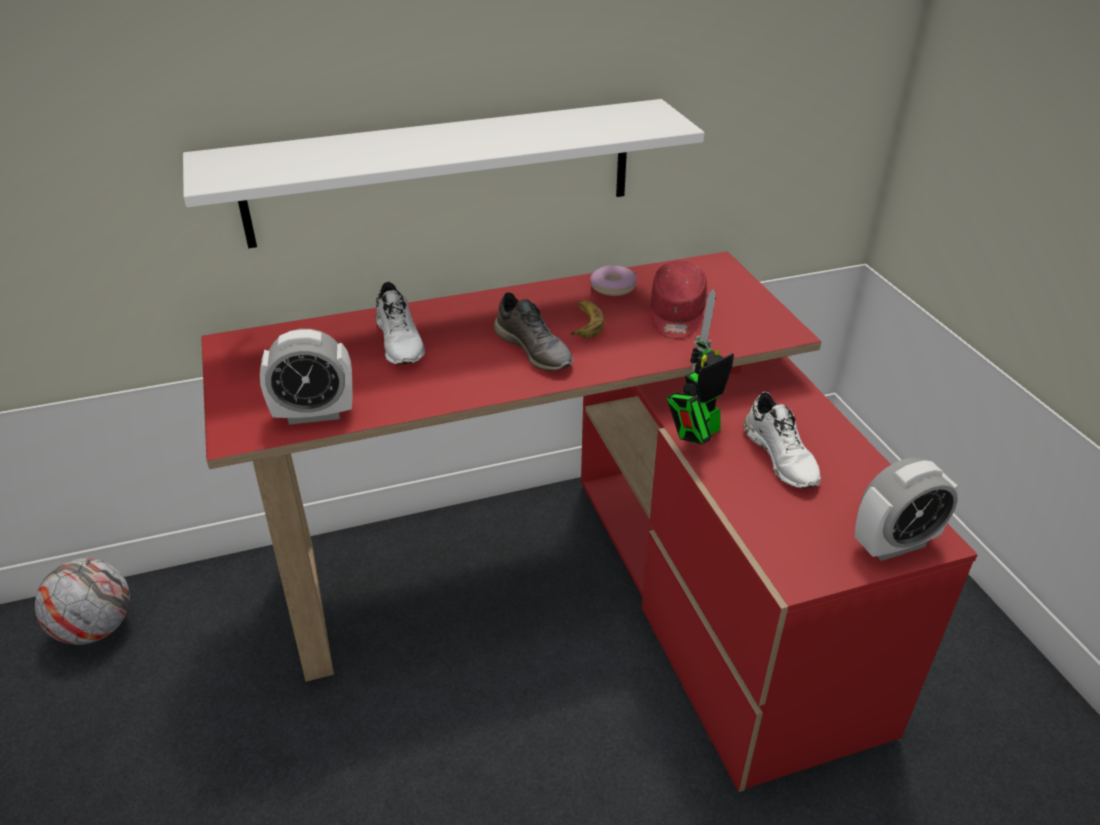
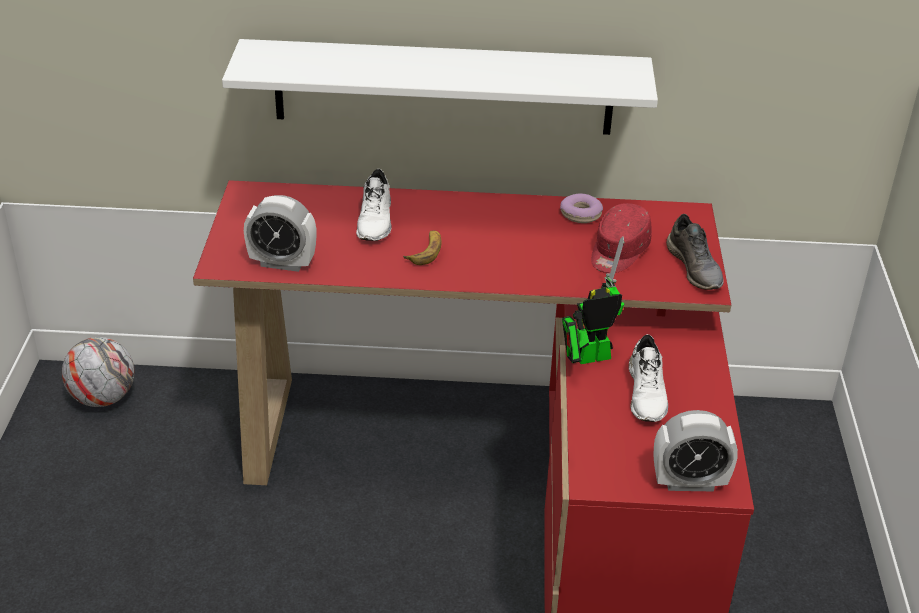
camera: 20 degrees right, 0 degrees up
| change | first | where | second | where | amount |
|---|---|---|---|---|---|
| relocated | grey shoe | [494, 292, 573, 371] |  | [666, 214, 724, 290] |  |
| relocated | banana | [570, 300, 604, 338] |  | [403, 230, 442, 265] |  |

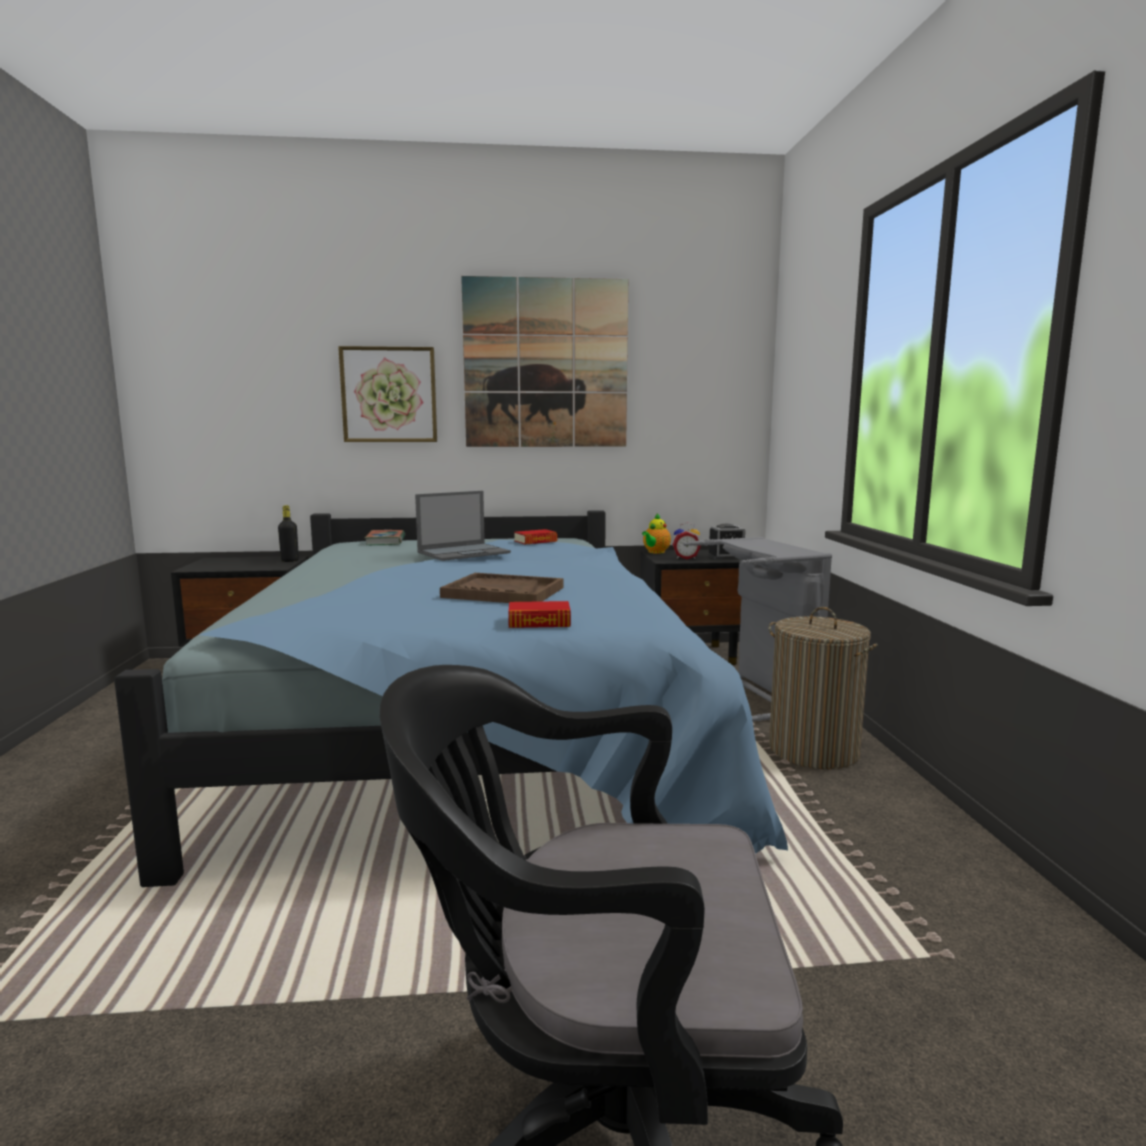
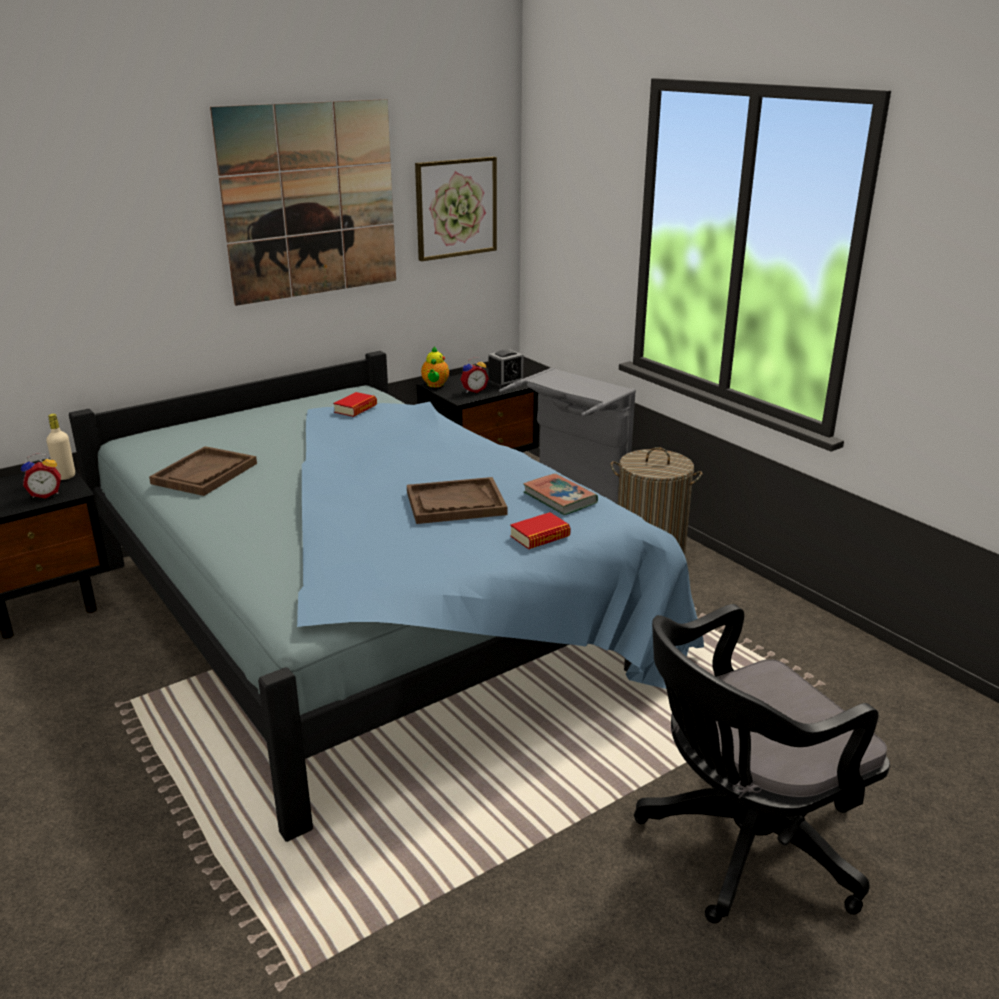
camera: 30 degrees left, 15 degrees up
| change | first | where | second | where | amount |
|---|---|---|---|---|---|
| relocated | picture | [338, 346, 437, 442] |  | [415, 156, 497, 261] |  |
| missing | laptop | [415, 491, 511, 561] |  |  |  |
| colour | black bottle | [278, 505, 299, 562] | beige bottle | [46, 414, 75, 480] |  |
| relocated | book | [365, 530, 405, 545] |  | [523, 473, 598, 515] |  |
| appeared |  |  | brown tray | [149, 446, 257, 496] |  |
| appeared |  |  | alarm clock | [21, 453, 61, 498] |  |

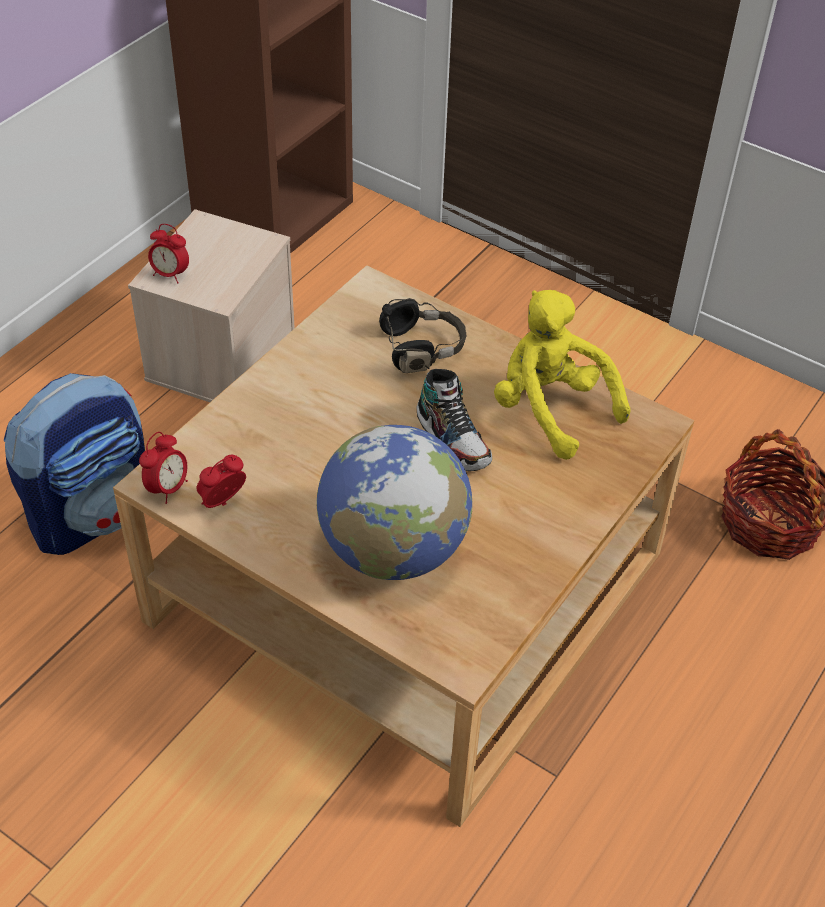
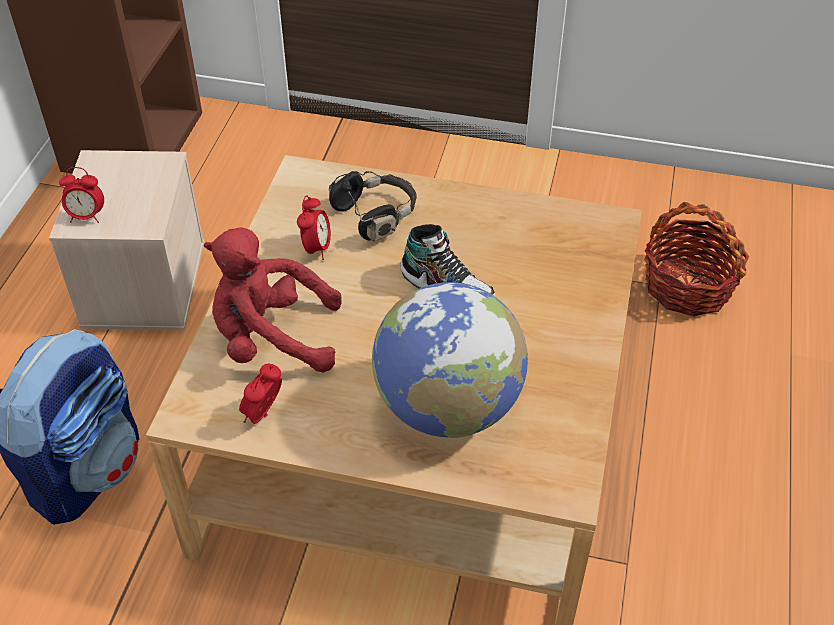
camera: 20 degrees left, 0 degrees up
| change | first | where | second | where | amount |
|---|---|---|---|---|---|
| missing | yellow plush toy | [494, 290, 630, 460] |  |  |  |
| relocated | alarm clock | [139, 432, 188, 504] |  | [297, 195, 331, 260] |  |
| appeared |  |  | red plush toy | [204, 227, 342, 373] |  |

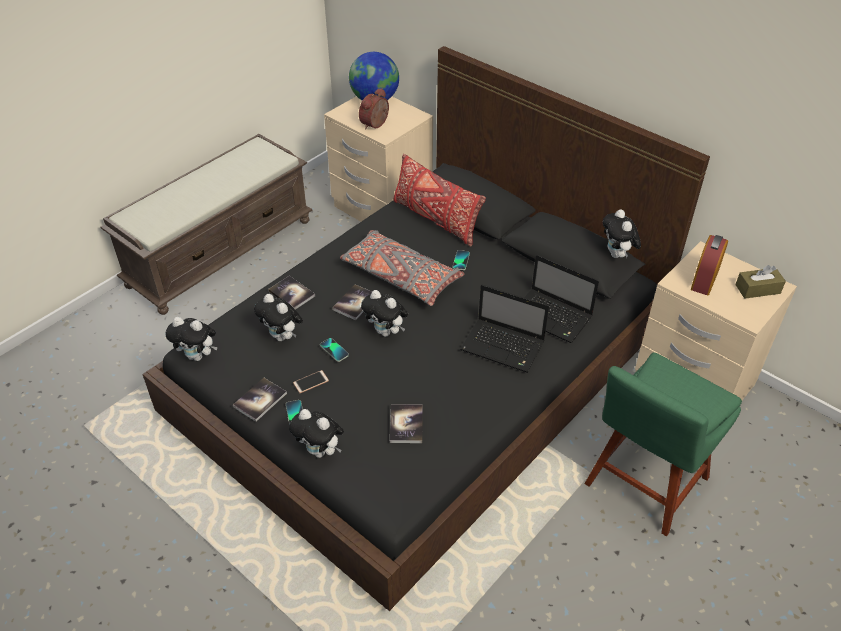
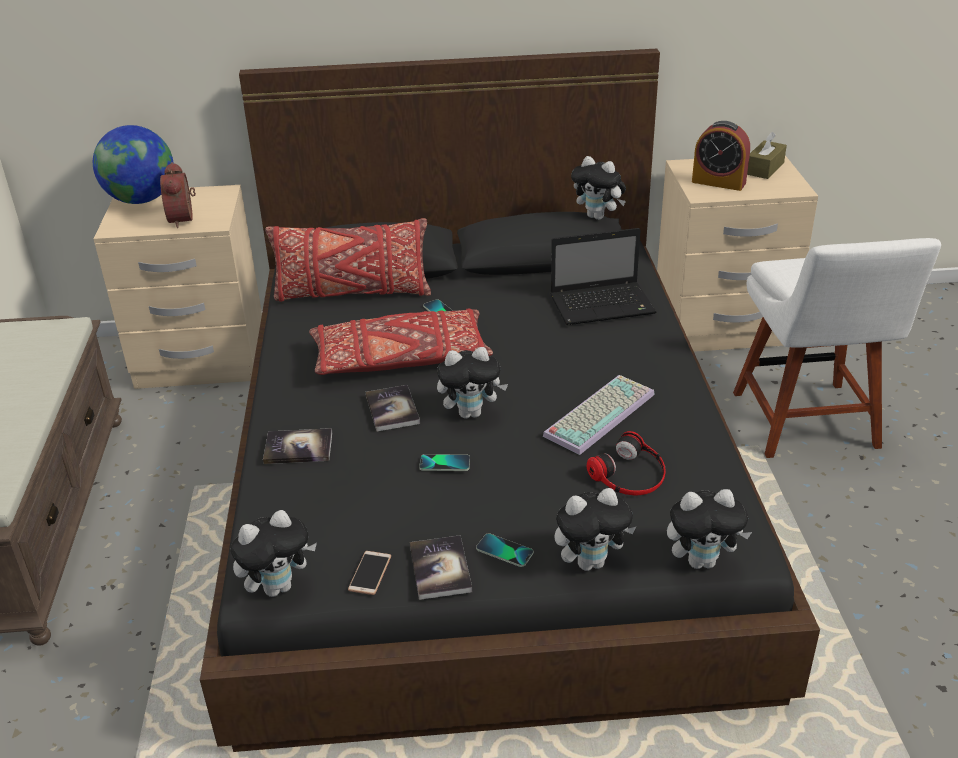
camera: 45 degrees left, 10 degrees down
| change | first | where | second | where | amount |
|---|---|---|---|---|---|
| colour | grey pillow | [340, 230, 465, 306] | red pillow | [309, 309, 493, 375] |  |
| spun | alarm clock | [691, 235, 728, 295] |  | [692, 121, 750, 191] | 45 degrees counterclockwise |
| missing | laptop | [460, 285, 549, 373] |  |  |  |
| relocated | plush toy | [254, 294, 303, 341] |  | [667, 489, 752, 569] |  |
| colour | green chair | [584, 352, 742, 537] | white chair | [733, 238, 941, 458] |  |
| relocated | phone | [293, 370, 329, 393] |  | [348, 551, 391, 595] |  |
| exchanged | book | [390, 404, 423, 443] | headphones | [587, 431, 666, 495] |  |
| appeared |  |  | keyboard | [543, 375, 655, 455] |  |

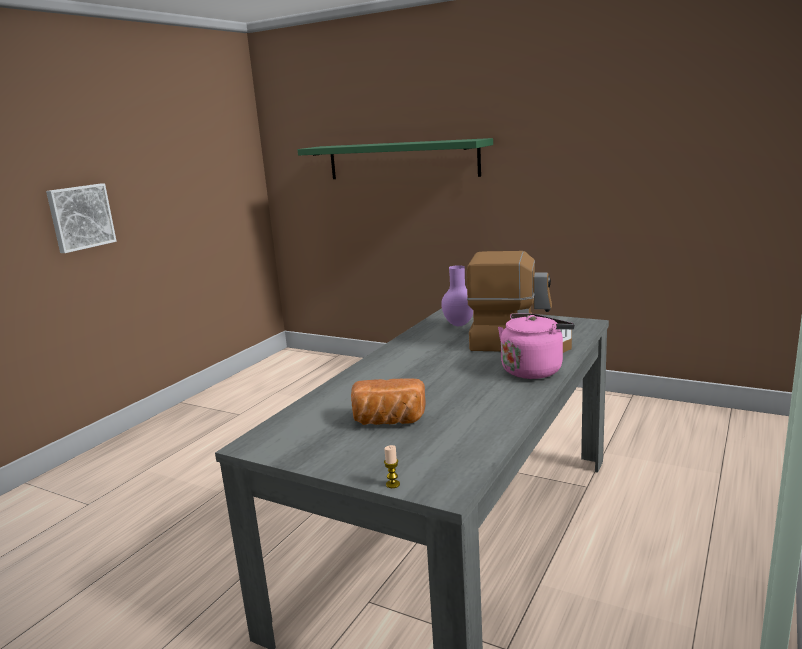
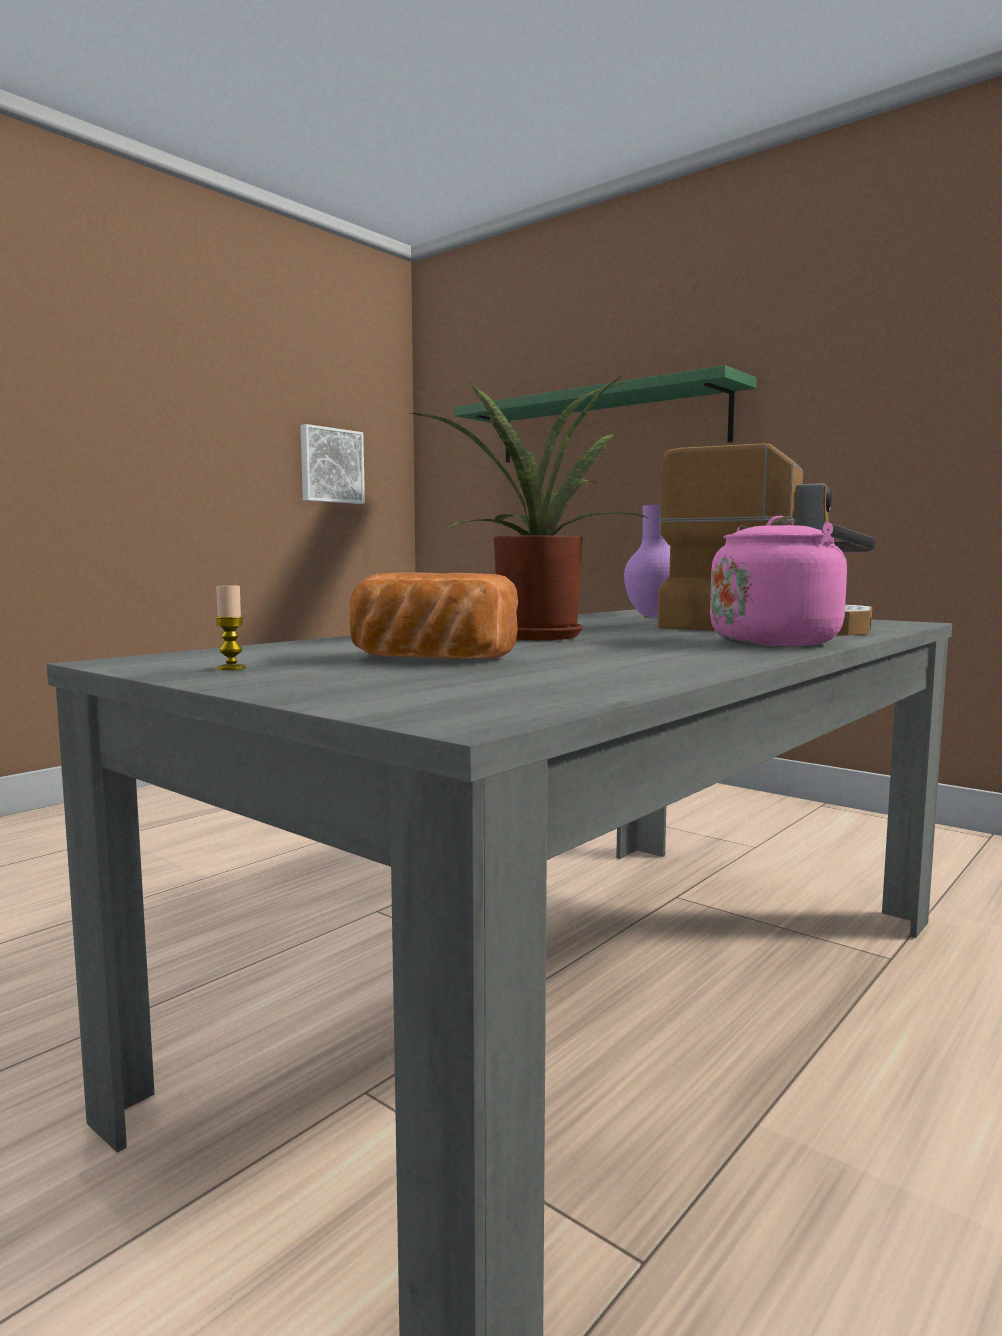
camera: 10 degrees right, 10 degrees down
| change | first | where | second | where | amount |
|---|---|---|---|---|---|
| relocated | picture | [46, 183, 117, 253] |  | [300, 424, 365, 504] |  |
| relocated | candle | [384, 445, 400, 488] |  | [214, 585, 246, 670] |  |
| appeared |  |  | potted plant | [411, 373, 654, 640] |  |

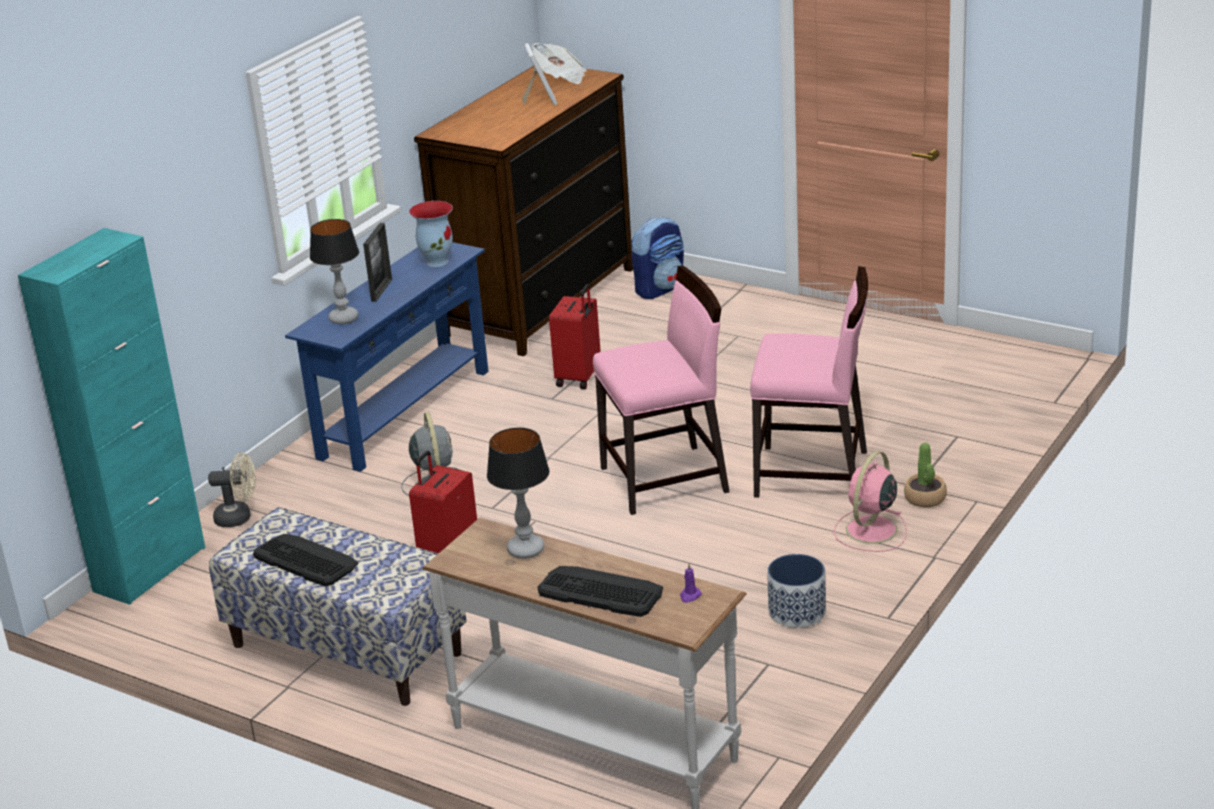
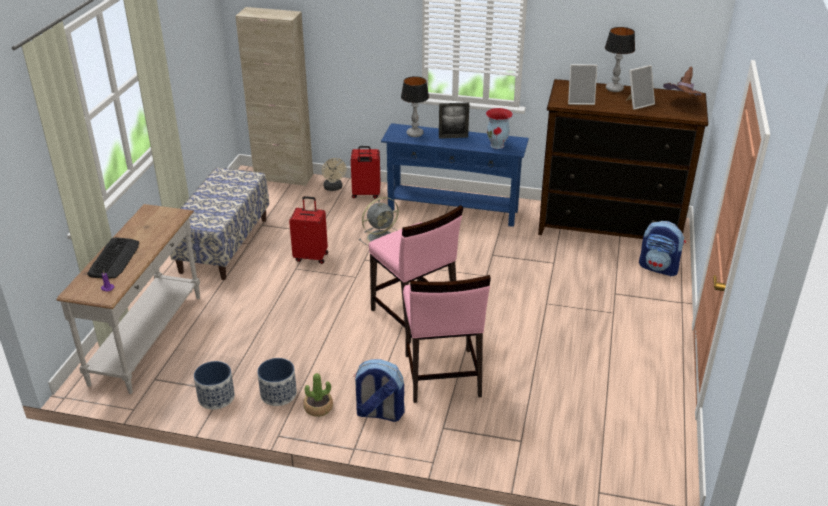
camera: 70 degrees right, 5 degrees up
| change | first | where | second | where | amount |
|---|---|---|---|---|---|
| exchanged | newspaper | [532, 43, 587, 84] | brown hat | [663, 66, 702, 96] |  |
| colour | turquoise cabinet | [18, 228, 205, 605] | beige cabinet | [235, 7, 313, 186] |  |
| relocated | red suitcase | [549, 284, 601, 389] |  | [351, 146, 381, 199] |  |
| relocated | table lamp | [487, 428, 550, 559] |  | [605, 27, 635, 92] |  |
| relocated | potted plant | [904, 442, 947, 507] |  | [303, 373, 333, 417] |  |
| exchanged | pink fan | [833, 451, 907, 552] | backpack | [353, 359, 405, 422] |  |
| missing | keyboard | [253, 534, 358, 586] |  |  |  |
| appeared |  |  | picture frame | [568, 64, 597, 105] |  |
| appeared |  |  | planter | [194, 361, 235, 410] |  |

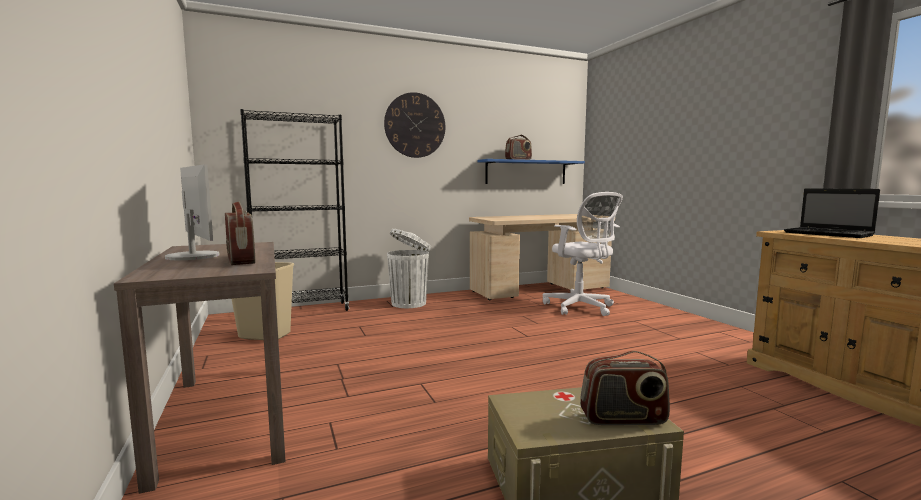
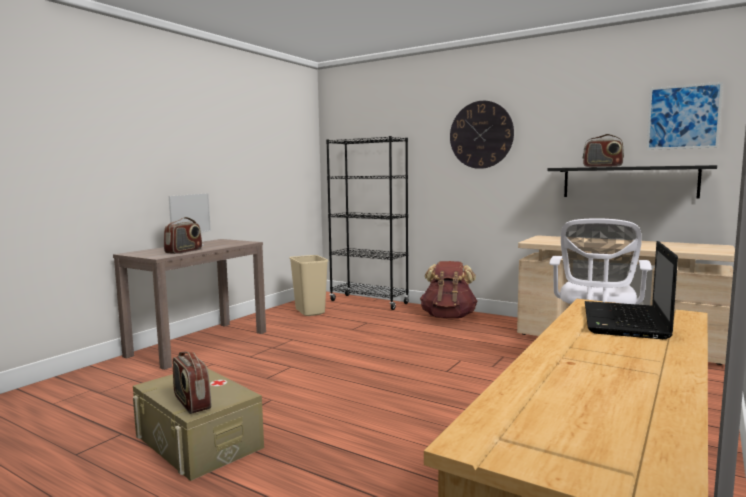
camera: 55 degrees right, 0 degrees up
| change | first | where | second | where | amount |
|---|---|---|---|---|---|
| colour | blue shelf | [478, 159, 585, 184] | black shelf | [547, 165, 717, 199] |  |
| exchanged | white trash can | [387, 229, 431, 308] | brown backpack | [420, 261, 478, 318] |  |
| appeared |  |  | picture | [646, 82, 723, 150] |  |

